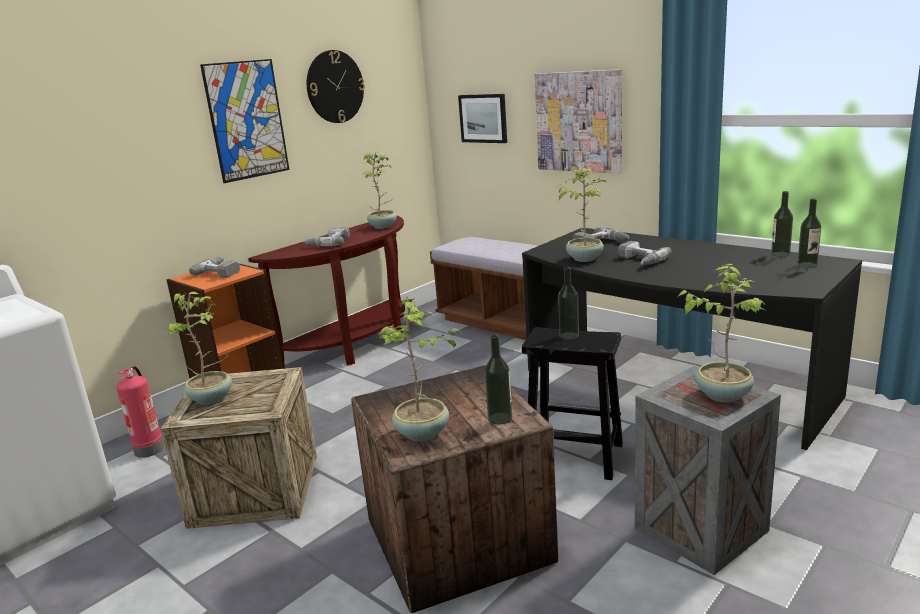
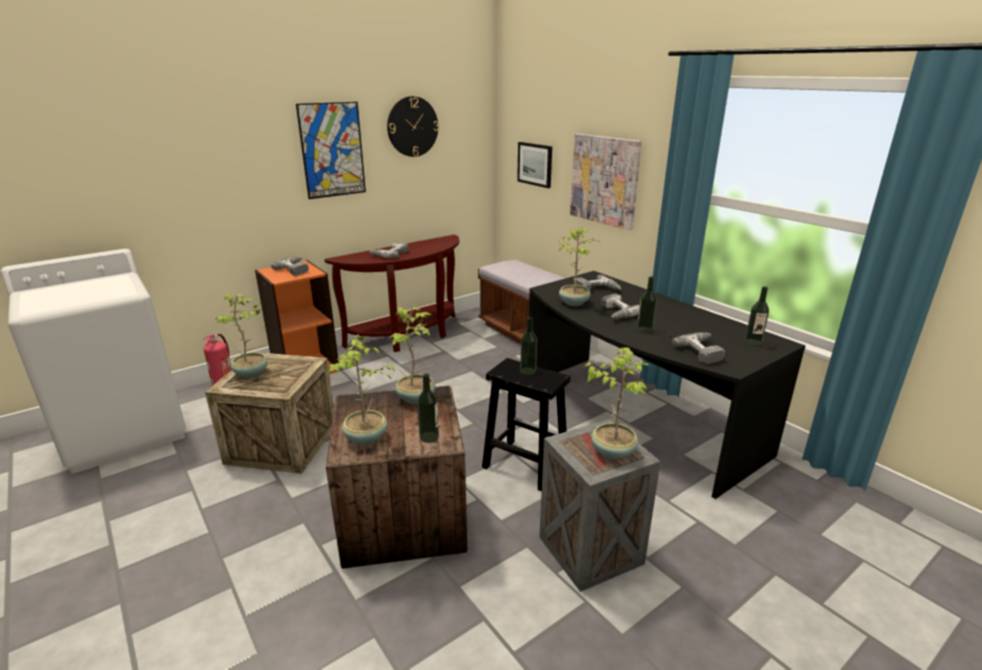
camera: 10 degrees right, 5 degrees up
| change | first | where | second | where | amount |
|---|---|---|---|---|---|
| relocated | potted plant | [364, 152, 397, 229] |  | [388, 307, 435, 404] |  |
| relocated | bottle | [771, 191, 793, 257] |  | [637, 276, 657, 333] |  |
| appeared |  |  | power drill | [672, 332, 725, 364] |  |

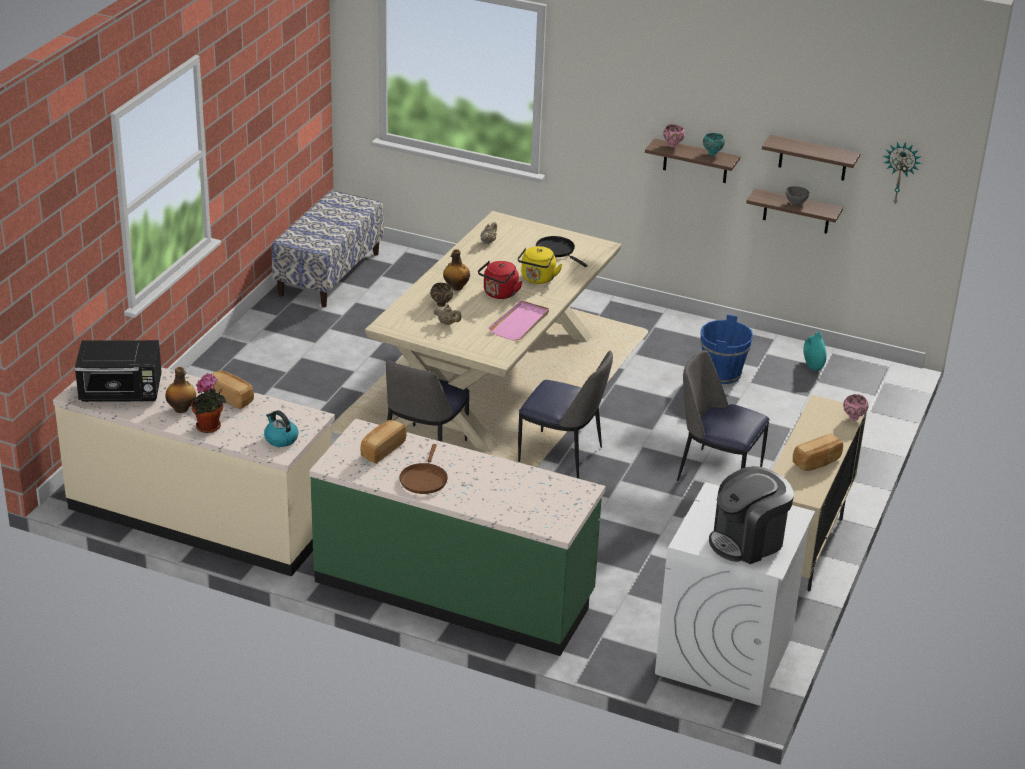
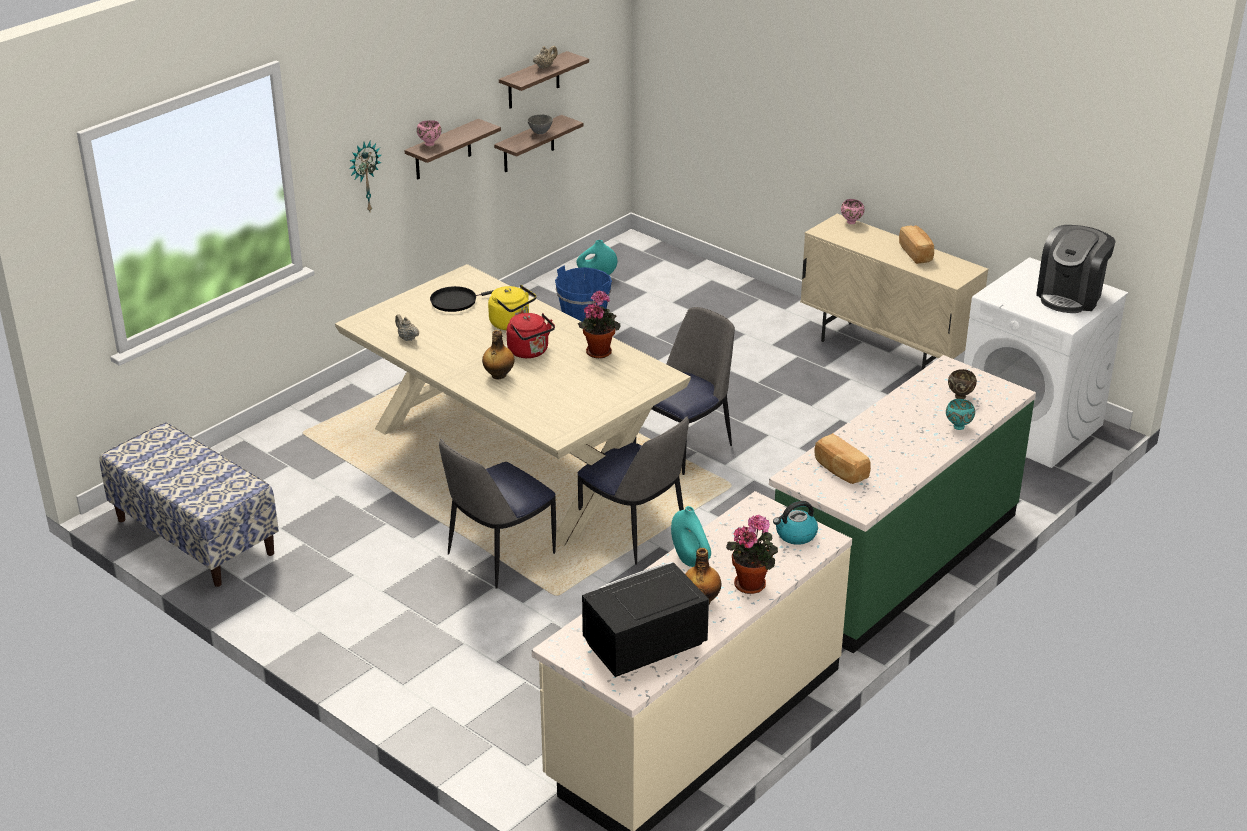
camera: 70 degrees left, 0 degrees up
| change | first | where | second | where | amount |
|---|---|---|---|---|---|
| relocated | turquoise bowl | [703, 133, 725, 156] |  | [946, 399, 975, 430] |  |
| relocated | wall clock | [884, 142, 921, 203] |  | [349, 140, 381, 211] |  |
| relocated | brown bowl | [430, 283, 454, 307] |  | [948, 369, 977, 399] |  |
| exchanged | pink tray | [489, 300, 549, 340] | potted plant | [578, 291, 621, 358] |  |
| relocated | beige teapot | [433, 304, 462, 325] |  | [533, 46, 558, 69] |  |
| spun | black microwave | [75, 340, 162, 402] |  | [582, 562, 709, 677] | 135 degrees counterclockwise |
| relocated | chair | [677, 350, 770, 482] |  | [439, 439, 556, 589] |  |
| exchanged | bread | [208, 370, 254, 409] | turquoise vase | [671, 506, 711, 567] |  |
| missing | brown frying pan | [399, 444, 448, 494] |  |  |  |
| spun | coffee machine | [709, 466, 794, 564] |  | [1036, 225, 1116, 313] | 45 degrees clockwise |

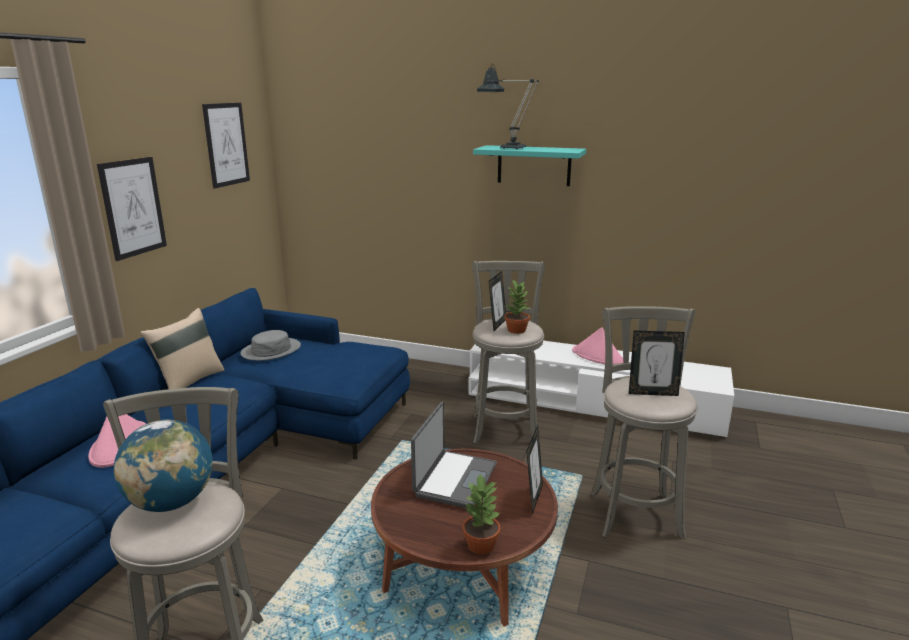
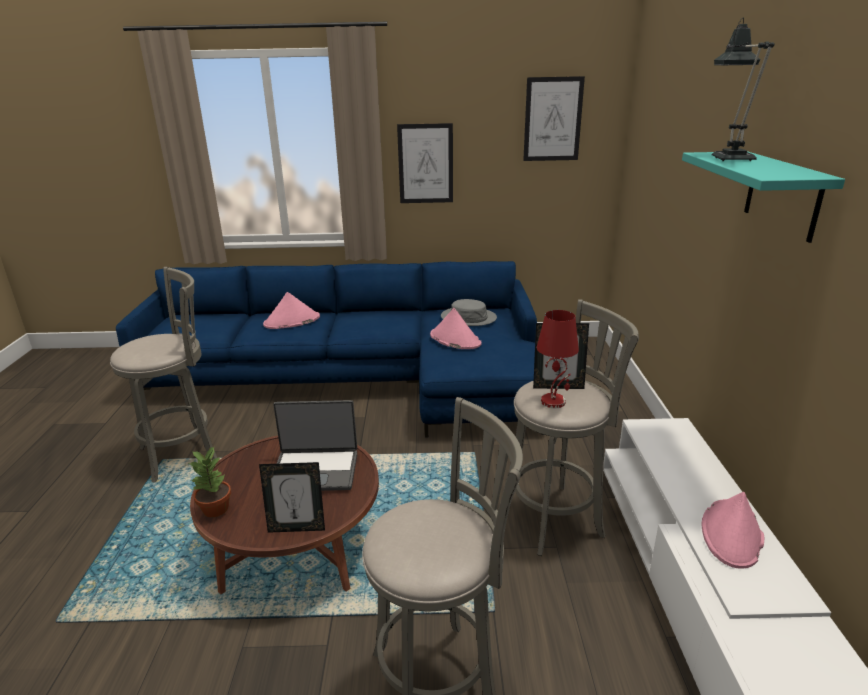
camera: 70 degrees right, 5 degrees up
| change | first | where | second | where | amount |
|---|---|---|---|---|---|
| exchanged | potted plant | [505, 280, 530, 334] | red table lamp | [537, 310, 579, 408] |  |
| missing | beige pillow | [140, 308, 224, 389] |  |  |  |
| missing | picture frame | [629, 331, 685, 396] |  |  |  |
| missing | globe | [114, 420, 213, 512] |  |  |  |
| appeared |  |  | pink hat | [430, 308, 482, 349] |  |

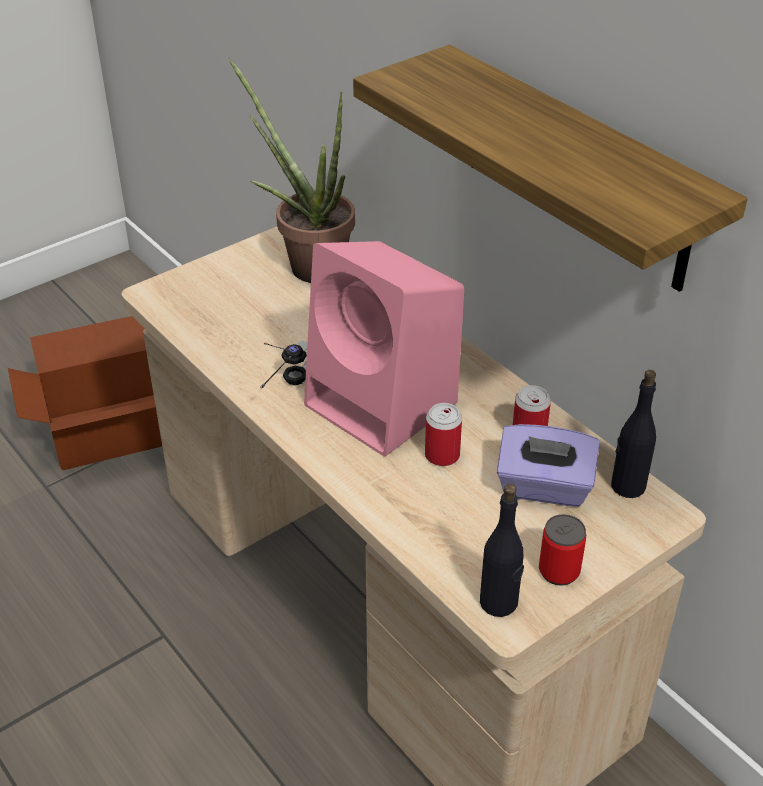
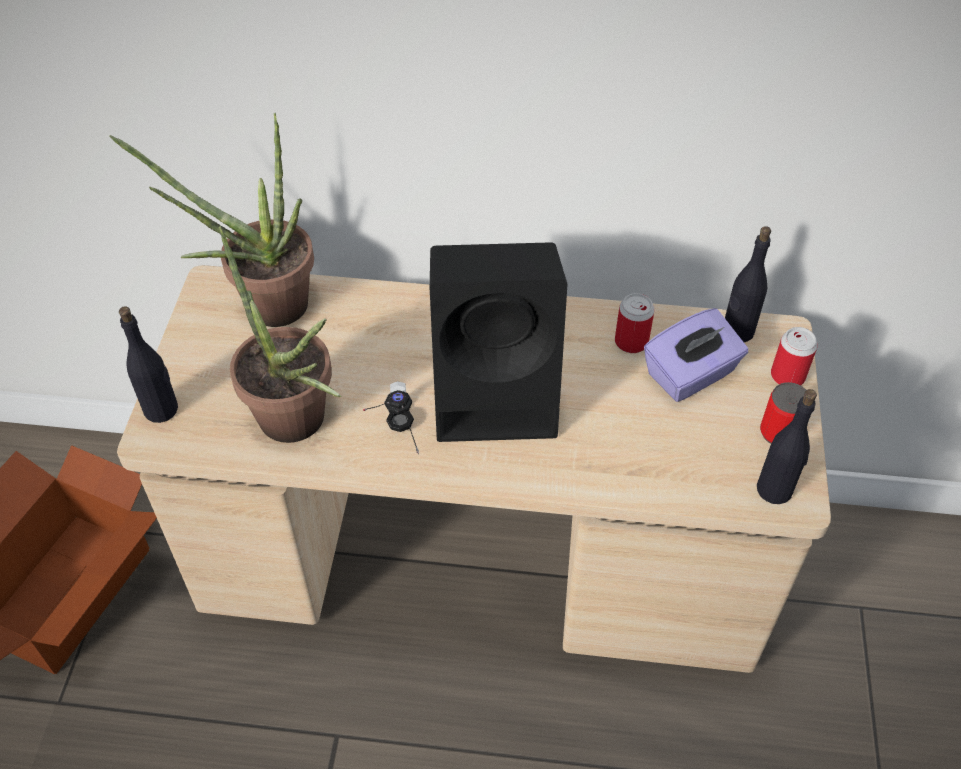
camera: 45 degrees left, 10 degrees up
| change | first | where | second | where | amount |
|---|---|---|---|---|---|
| missing | shelf | [353, 45, 748, 292] |  |  |  |
| colour | pink speaker | [304, 241, 464, 457] | black speaker | [430, 242, 567, 442] |  |
| relocated | can | [425, 403, 462, 466] |  | [771, 327, 818, 385] |  |
| appeared |  |  | potted plant | [218, 226, 341, 443] |  |
| appeared |  |  | black bottle | [119, 306, 178, 423] |  |

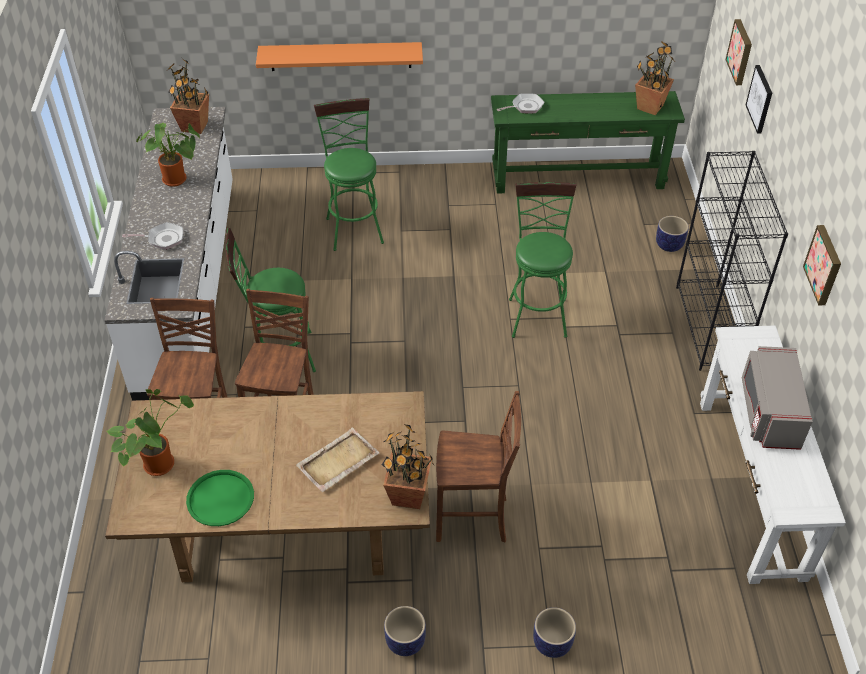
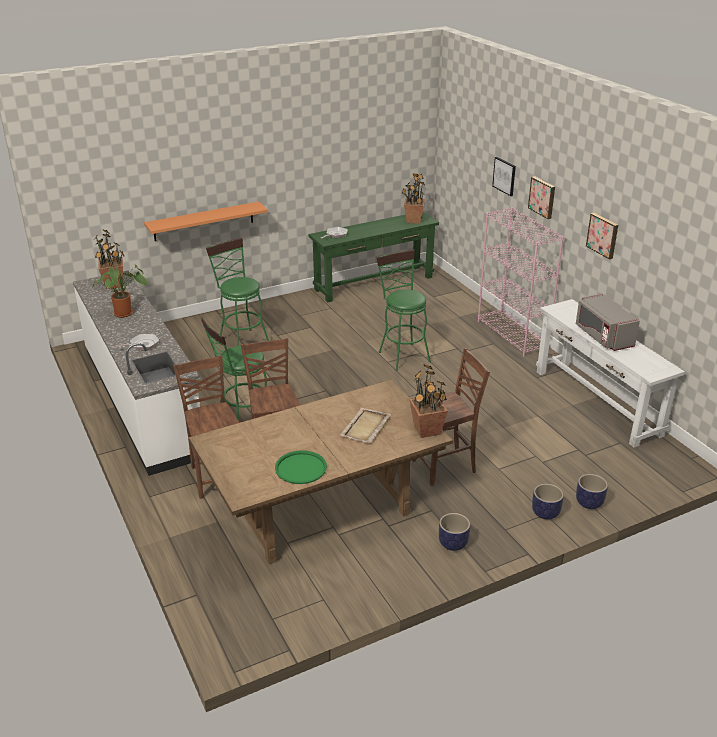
camera: 25 degrees left, 15 degrees down
| change | first | where | second | where | amount |
|---|---|---|---|---|---|
| relocated | picture | [726, 19, 752, 85] |  | [528, 176, 555, 219] |  |
| colour | black bookcase | [676, 151, 788, 371] | pink bookcase | [478, 207, 564, 357] |  |
| relocated | planter | [656, 216, 689, 252] |  | [576, 474, 608, 509] |  |
| missing | potted plant | [107, 389, 194, 476] |  |  |  |

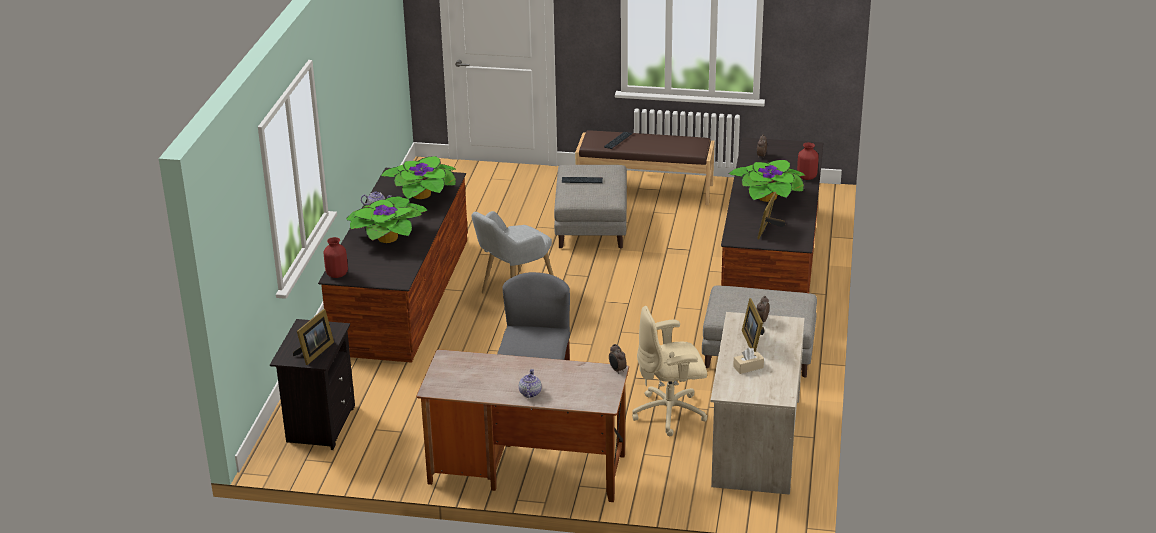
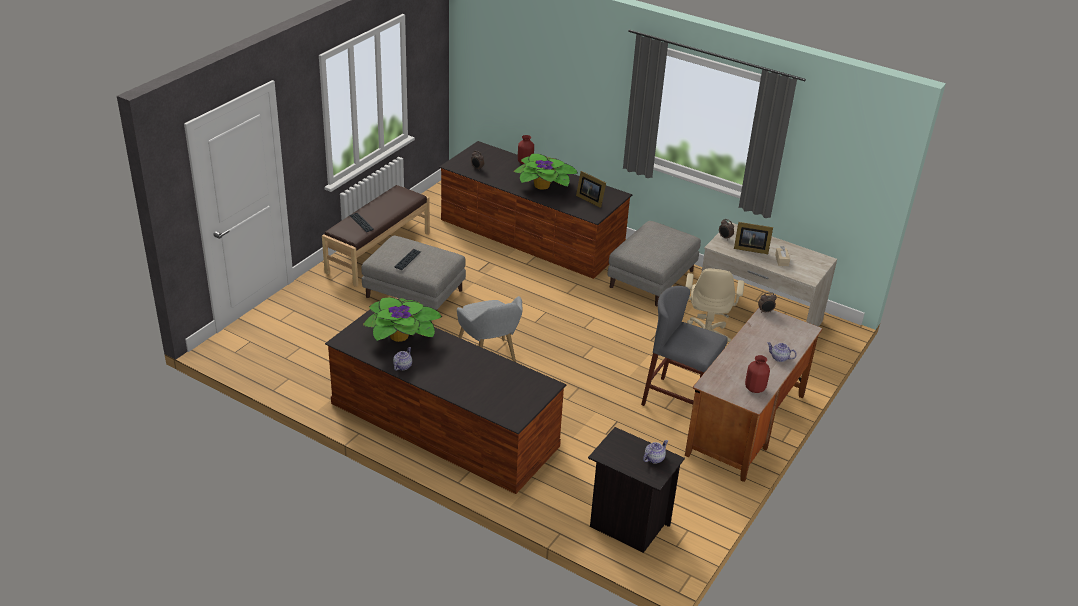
camera: 70 degrees left, 5 degrees up
| change | first | where | second | where | amount |
|---|---|---|---|---|---|
| missing | potted plant | [346, 197, 428, 243] |  |  |  |
| relocated | red vase | [323, 237, 348, 278] |  | [745, 355, 770, 393] |  |
| exchanged | picture frame | [293, 309, 334, 365] | teapot | [643, 440, 668, 464] |  |

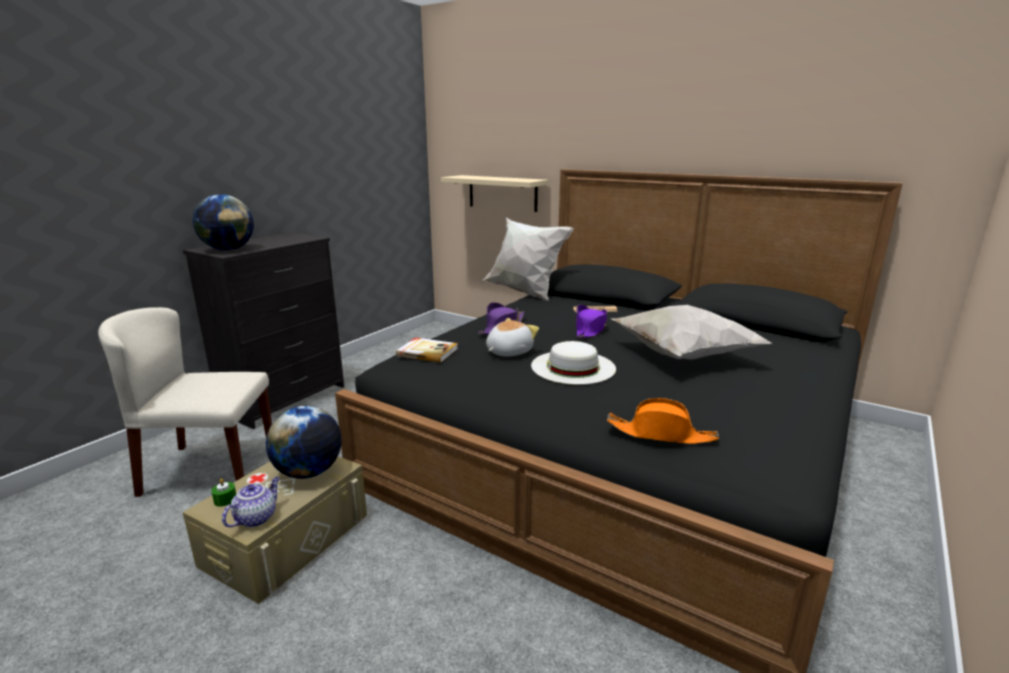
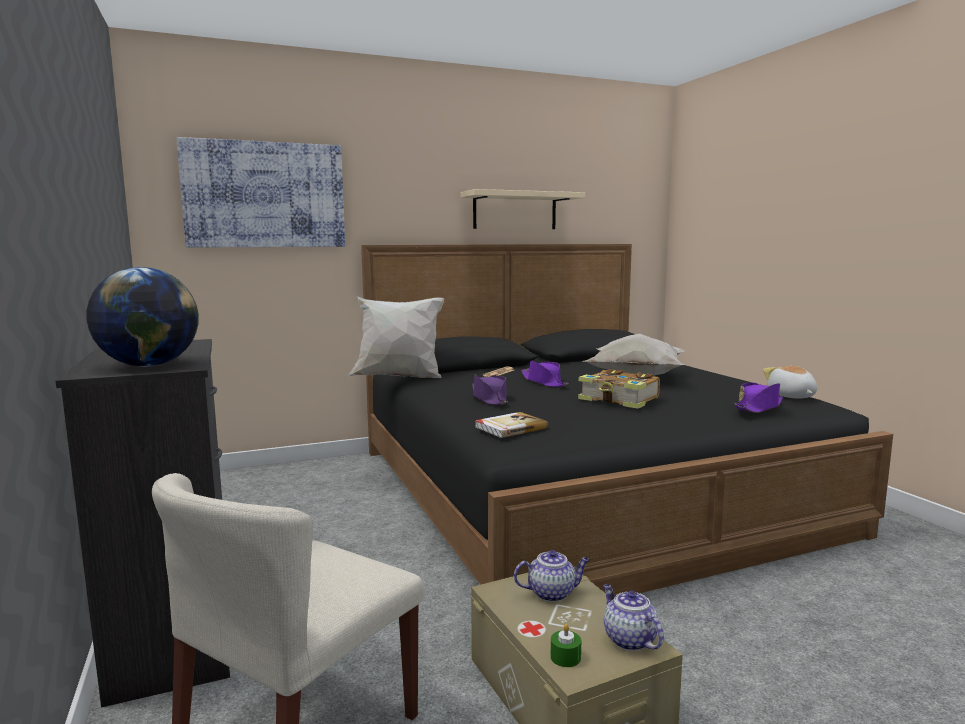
camera: 55 degrees left, 10 degrees down
| change | first | where | second | where | amount |
|---|---|---|---|---|---|
| relocated | beige shelf | [441, 175, 548, 212] |  | [461, 189, 585, 229] |  |
| relocated | plush toy | [486, 318, 539, 357] |  | [763, 366, 817, 398] |  |
| exchanged | white hat | [531, 341, 616, 385] | book | [578, 369, 660, 409] |  |
| colour | orange hat | [607, 398, 719, 444] | purple hat | [734, 382, 783, 413] |  |
| exchanged | globe | [266, 406, 342, 479] | teapot | [514, 550, 590, 602] |  |
| appeared |  |  | picture | [176, 137, 345, 247] |  |

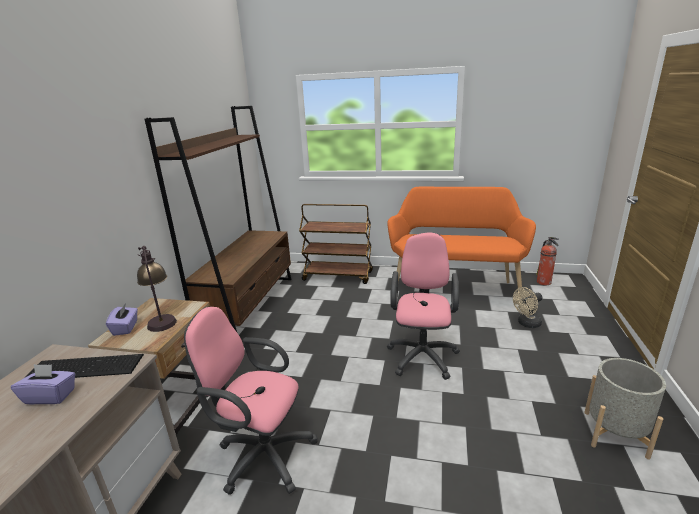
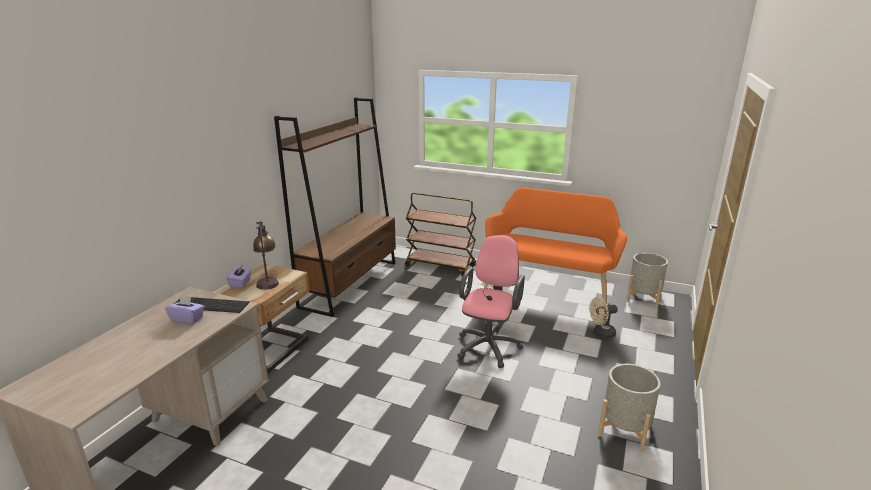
camera: 10 degrees right, 0 degrees up
| change | first | where | second | where | amount |
|---|---|---|---|---|---|
| exchanged | fire extinguisher | [536, 237, 559, 285] | grey planter | [626, 253, 668, 308] |  |
| missing | pink office chair | [184, 306, 318, 495] |  |  |  |

